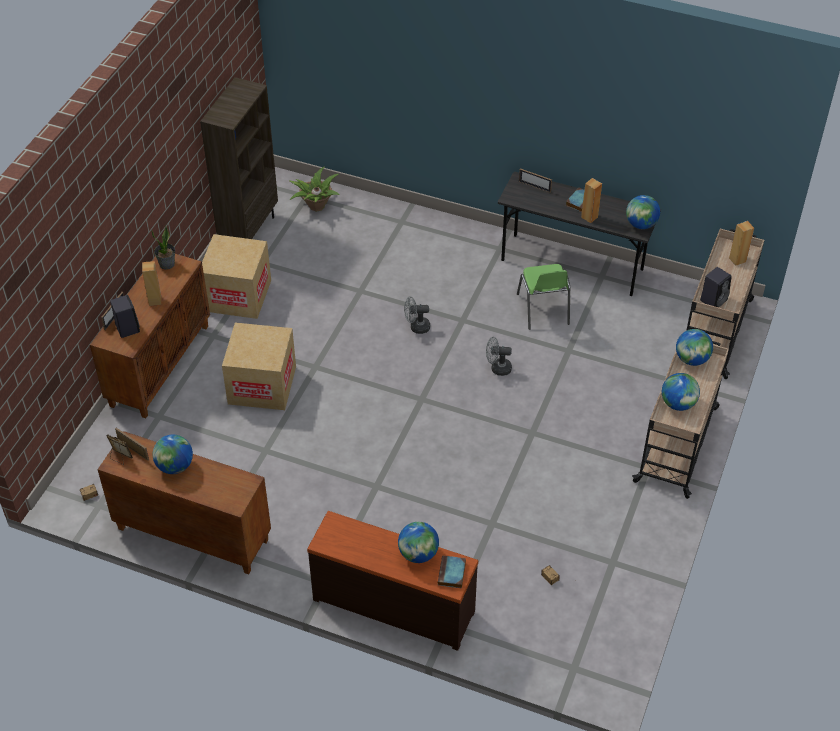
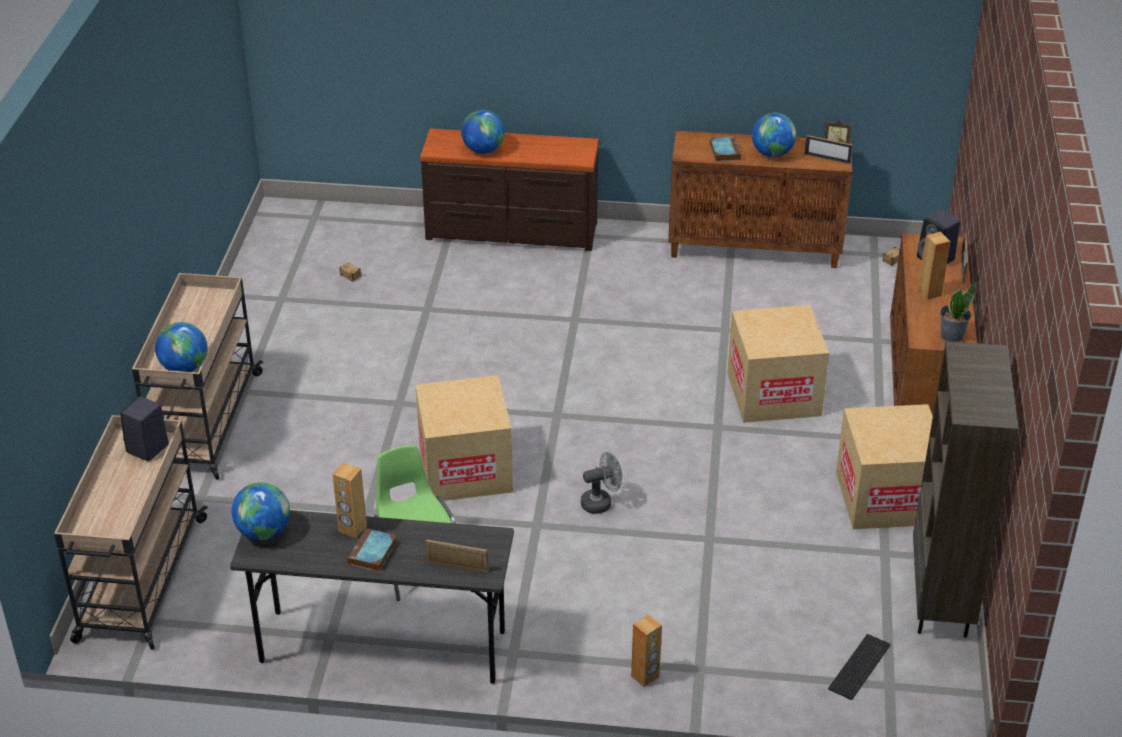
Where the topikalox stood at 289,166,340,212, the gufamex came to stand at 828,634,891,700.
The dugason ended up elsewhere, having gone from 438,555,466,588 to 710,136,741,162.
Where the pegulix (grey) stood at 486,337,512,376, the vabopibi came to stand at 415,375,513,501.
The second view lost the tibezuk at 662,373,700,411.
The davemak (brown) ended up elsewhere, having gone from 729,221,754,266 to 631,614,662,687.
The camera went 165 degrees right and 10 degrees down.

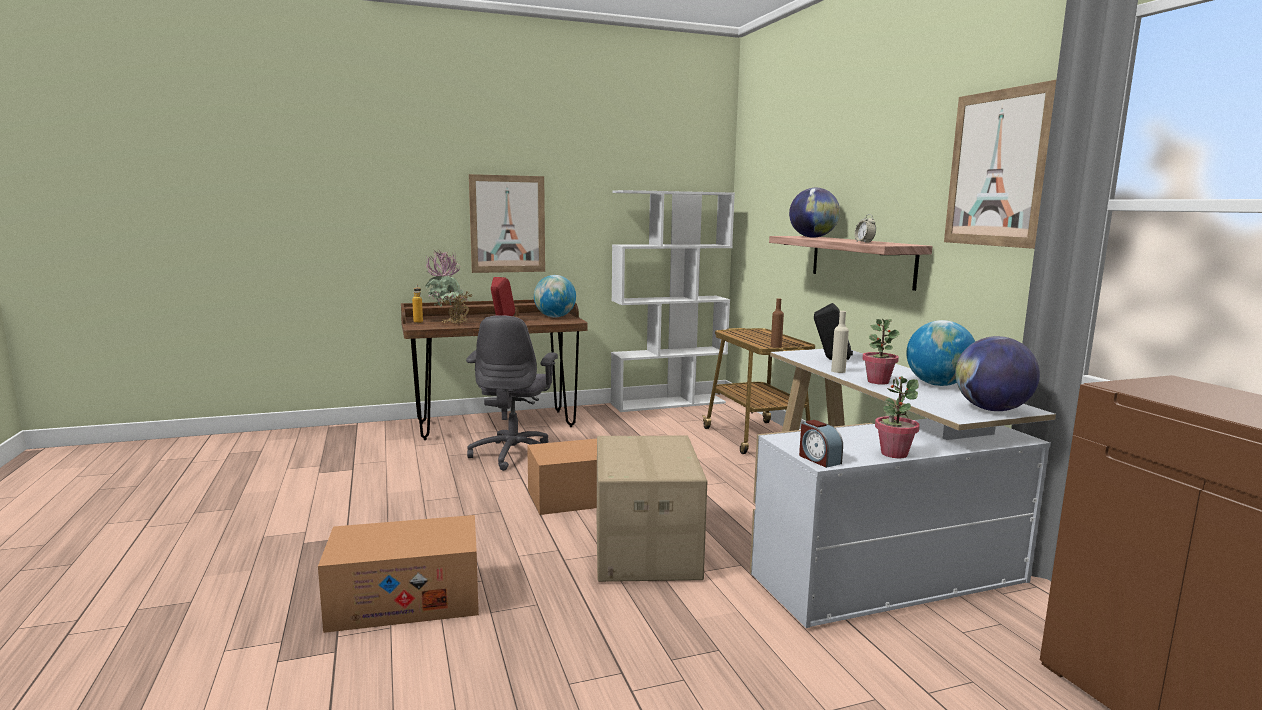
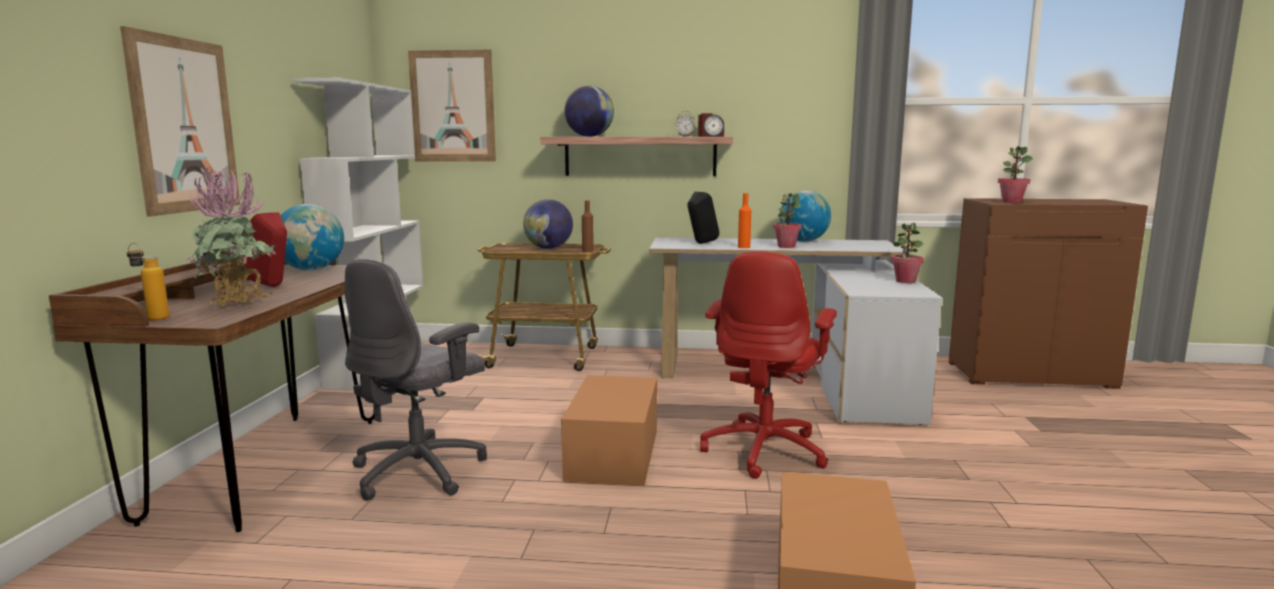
The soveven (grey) at 466,315,558,471 ended up facing another way, 90 degrees clockwise from before.
Where the vabopibi stood at 597,436,707,582, the soveven (red) came to stand at 700,252,837,479.
The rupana ended up elsewhere, having gone from 799,420,843,468 to 698,113,724,137.
What was the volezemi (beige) at 831,311,849,373 turned into the volezemi (orange) at 738,193,751,248.
The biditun ended up elsewhere, having gone from 944,80,1056,249 to 408,50,496,162.
The tibezuk ended up elsewhere, having gone from 955,336,1040,411 to 523,199,573,249.
The second view gained the topikalox at 998,146,1033,203.
The camera went 65 degrees left and 0 degrees up.

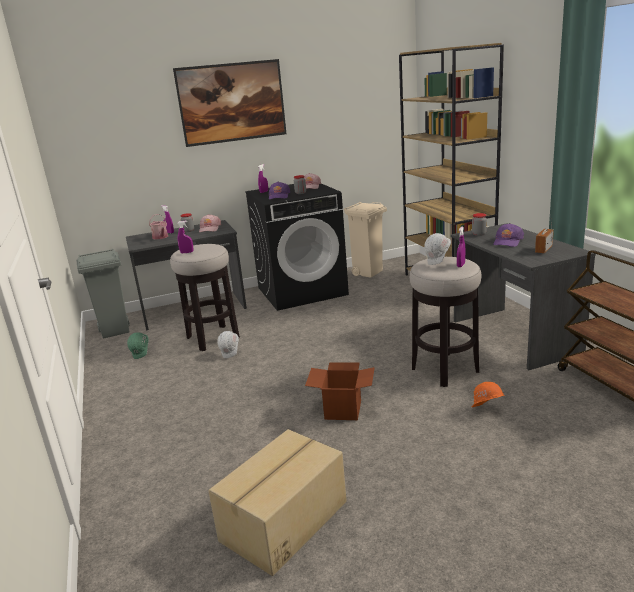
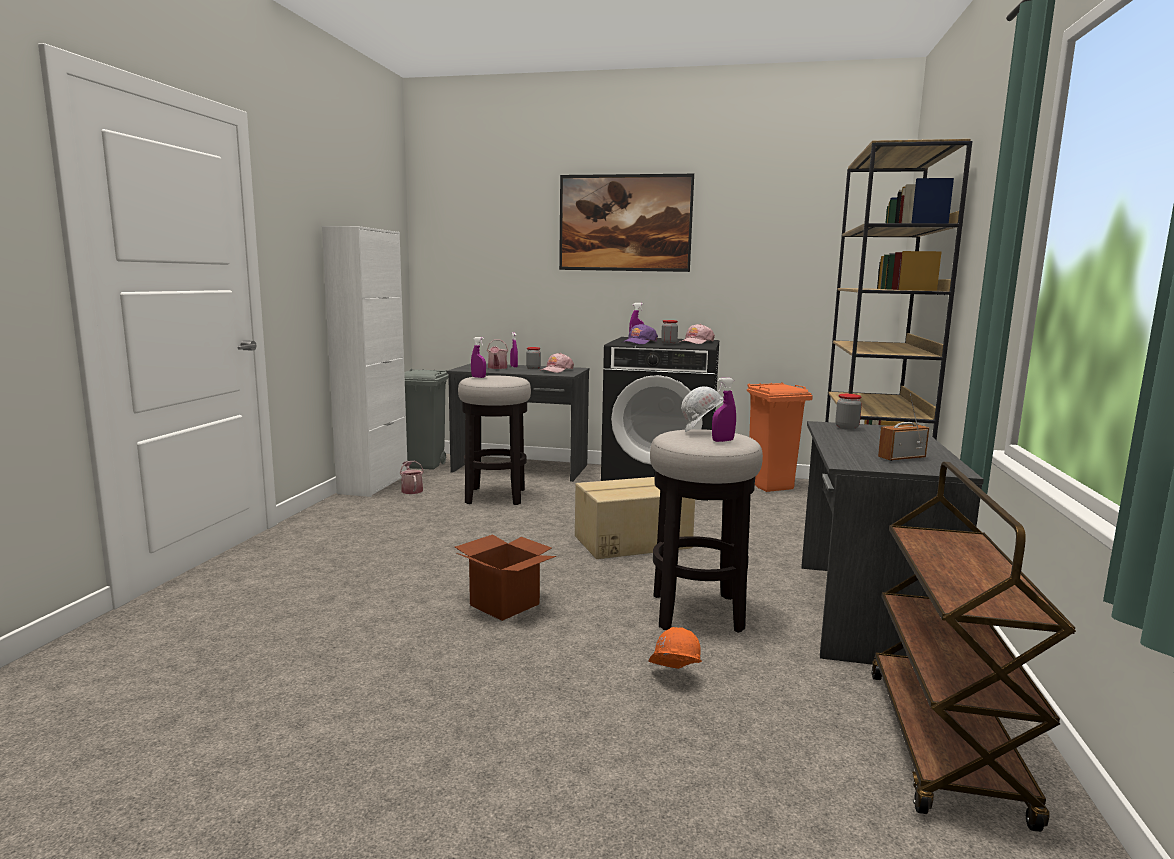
Where the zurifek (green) stood at 127,332,149,359, the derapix came to stand at 400,461,424,494.
The vabopibi ended up elsewhere, having gone from 208,429,347,576 to 575,477,695,559.
The second view lost the zurifek (white) at 217,331,239,358.
What was the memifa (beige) at 344,202,387,278 turned into the memifa (orange) at 747,382,813,492.
The second view lost the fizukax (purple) at 493,223,524,247.
The second view gained the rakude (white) at 322,226,407,497.
The camera went 30 degrees right and 10 degrees down.

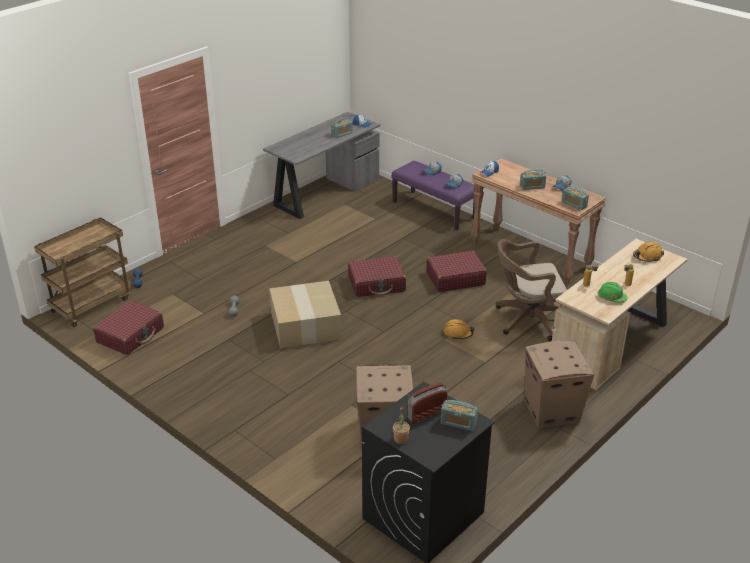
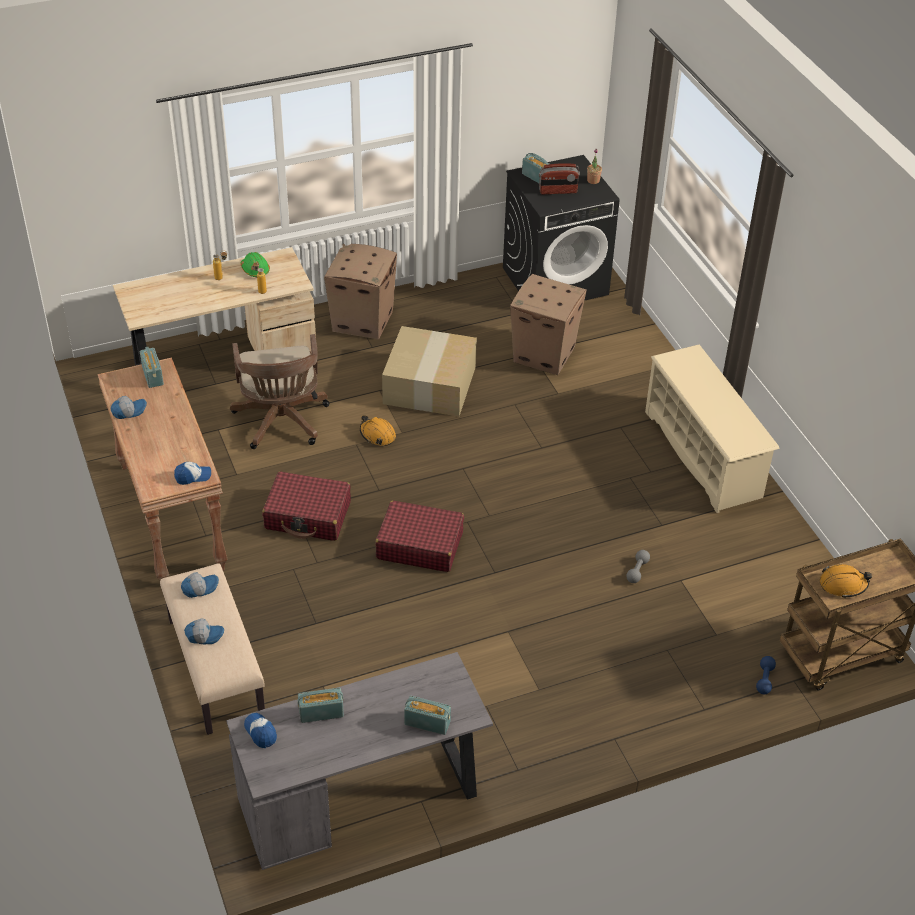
The second view lost the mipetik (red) at 93,301,164,355.
The vabopibi ended up elsewhere, having gone from 269,281,342,348 to 382,326,477,417.
What was the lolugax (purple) at 391,161,475,231 turned into the lolugax (beige) at 160,563,265,735.
The soveven (brown) at 496,239,567,341 ended up facing another way, 60 degrees clockwise from before.
The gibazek ended up elsewhere, having gone from 520,169,546,190 to 404,696,451,735.
The zurifek (orange) ended up elsewhere, having gone from 633,242,664,262 to 820,564,872,598.
The second view gained the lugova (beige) at 645,345,780,513.
The camera went 155 degrees left and 10 degrees up.

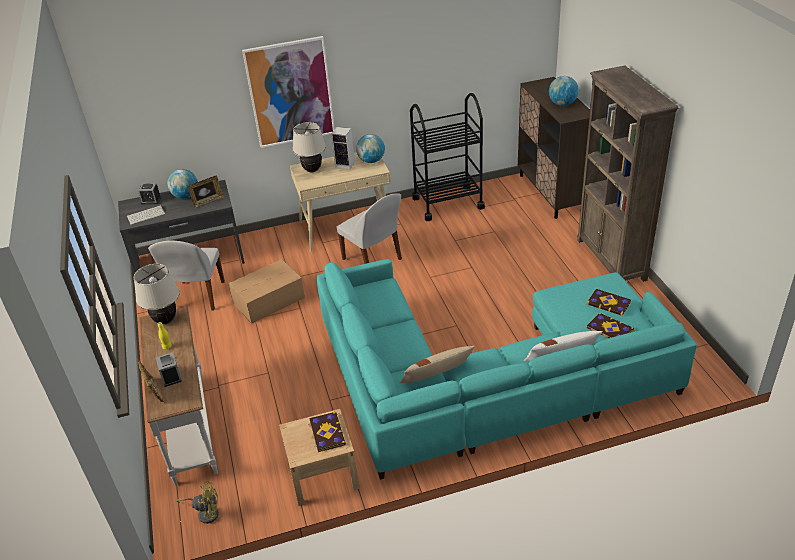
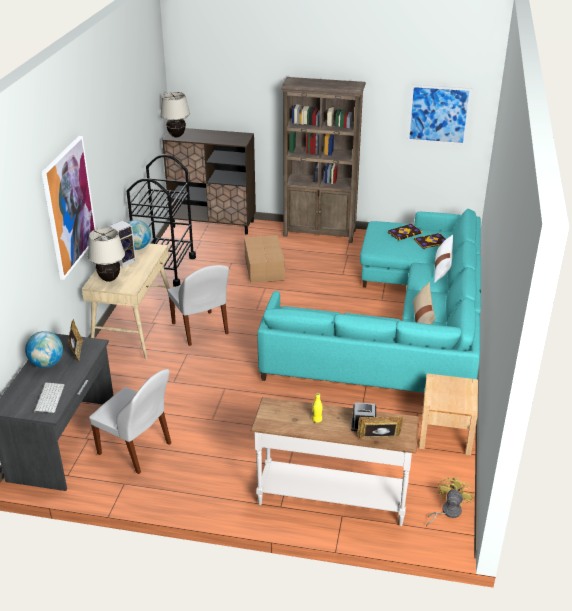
The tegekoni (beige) ended up elsewhere, having gone from 134,264,180,324 to 160,92,190,137.
The second view lost the rupana at 138,183,161,204.
The vabopibi ended up elsewhere, having gone from 228,259,305,324 to 244,235,285,283.
The second view lost the dugason at 308,412,346,452.
The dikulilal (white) at 337,193,402,264 ended up facing another way, 75 degrees clockwise from before.
The second view lost the tibezuk at 549,76,579,106.
The second view gained the biditun at 407,85,472,145.
The camera went 65 degrees left and 5 degrees down.

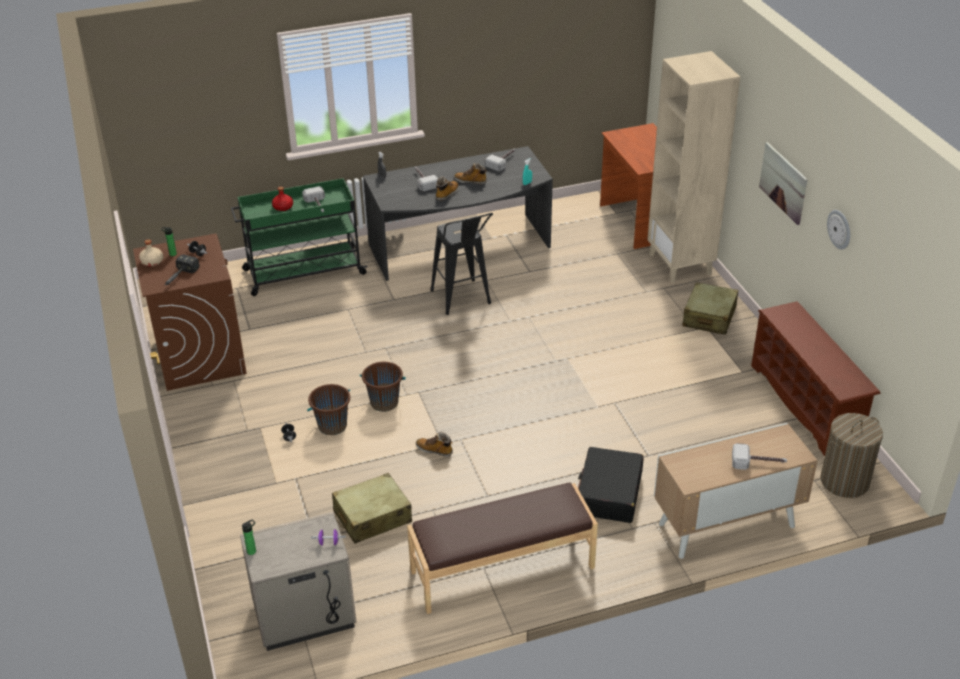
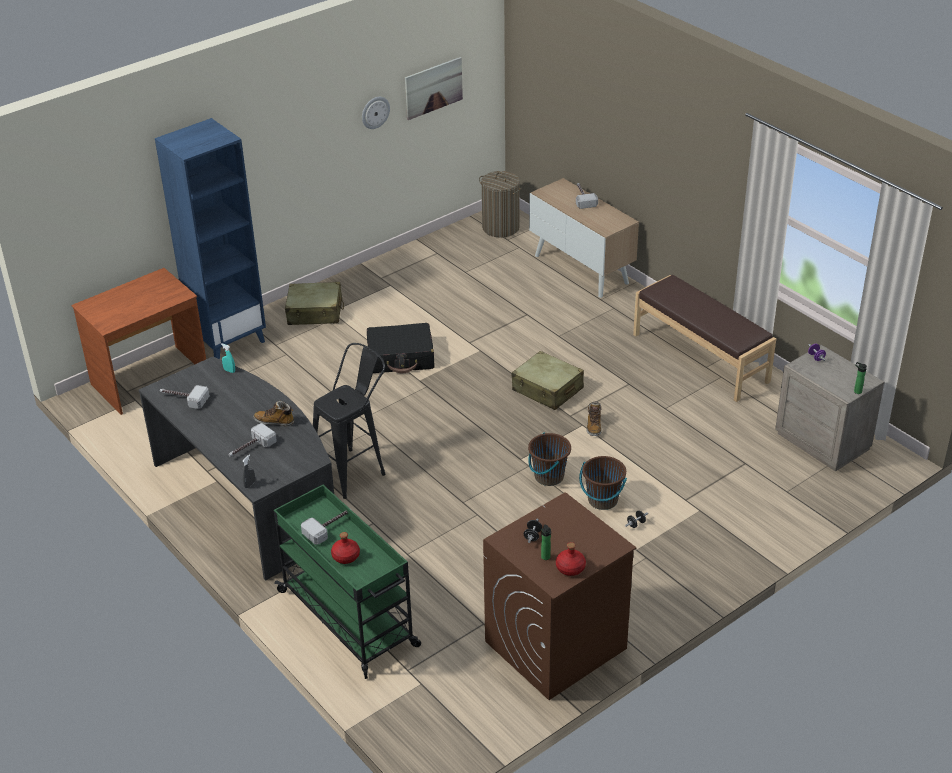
What was the volezemi (beige) at 139,239,163,266 turned into the volezemi (red) at 556,542,586,576.
The second view lost the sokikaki at 164,255,200,286.
The mipetik (beige) ended up elsewhere, having gone from 332,473,412,544 to 512,351,584,410.
The second view lost the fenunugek at 454,163,487,185.
The mipetik (black) ended up elsewhere, having gone from 578,447,644,523 to 367,323,435,373.
What was the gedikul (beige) at 647,51,740,283 turned into the gedikul (blue) at 155,118,266,359.
The second view lost the lugova (brown) at 751,301,880,456.
The biditun ended up elsewhere, having gone from 759,142,808,225 to 405,57,463,120.
The camera went 110 degrees left and 0 degrees up.

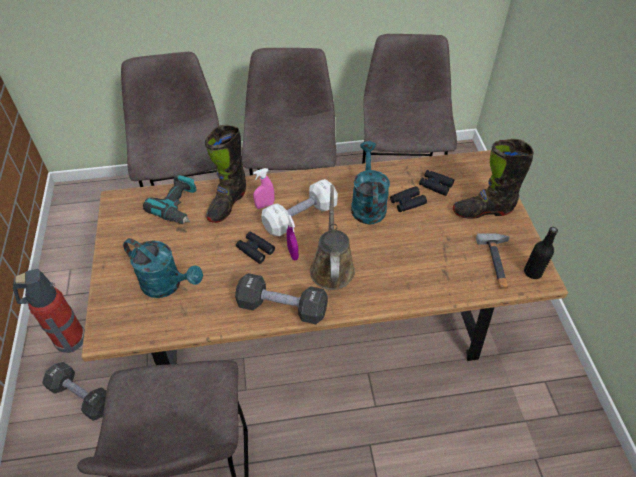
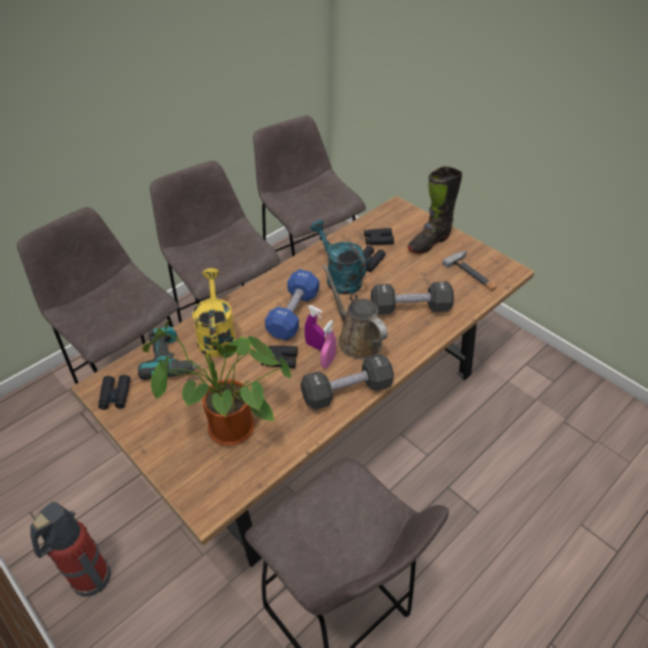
The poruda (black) ended up elsewhere, having gone from 42,362,106,421 to 371,281,454,315.
Where the derapix (turquoise) stood at 123,238,203,298, the topikalox came to stand at 143,319,292,446.
Where the fenunugek (black) stood at 205,125,246,223, the derapix (yellow) came to stand at 193,268,236,357.
The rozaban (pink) ended up elsewhere, having gone from 253,168,274,209 to 320,320,336,368.
What was the poruda (white) at 261,179,338,236 turned into the poruda (blue) at 265,269,319,340.
The second view lost the volezemi (black) at 524,227,558,279.
The second view gained the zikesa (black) at 98,375,130,410.
The camera went 35 degrees left and 5 degrees down.

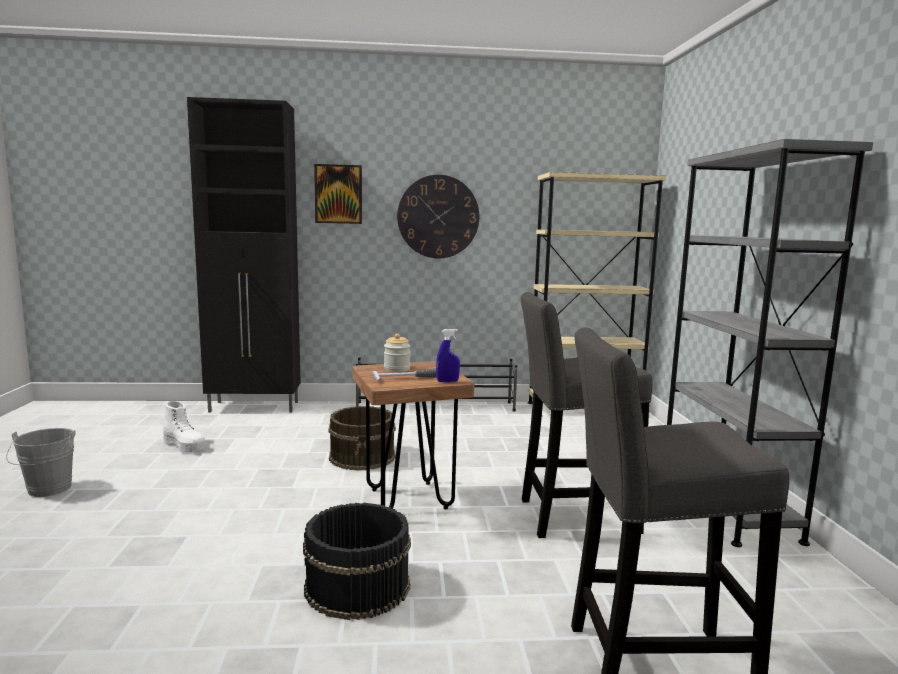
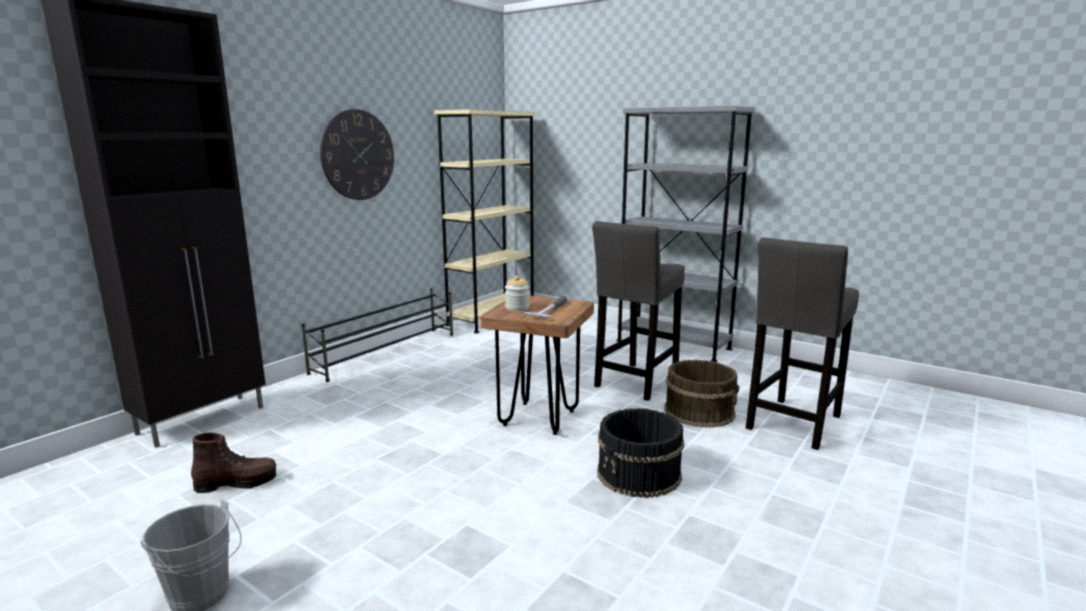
What was the fenunugek (white) at 163,401,205,452 turned into the fenunugek (brown) at 191,432,276,493.
The second view lost the biditun at 314,164,362,224.
The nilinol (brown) ended up elsewhere, having gone from 328,406,396,471 to 664,360,739,428.
The second view lost the rozaban (blue) at 436,329,460,382.
The camera went 50 degrees left and 5 degrees up.

